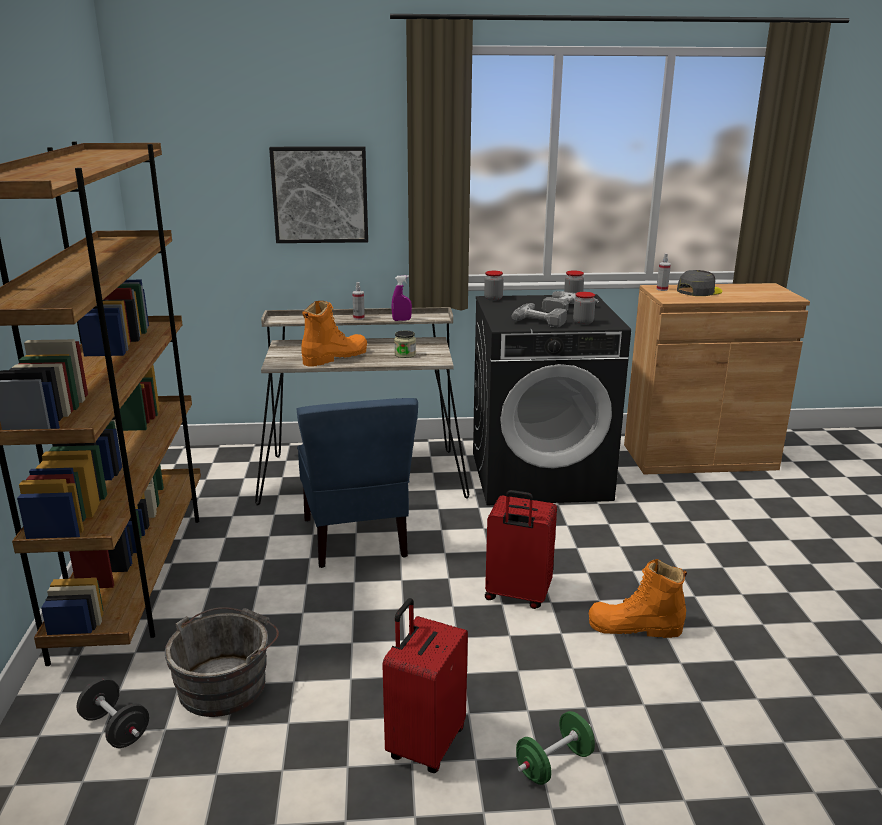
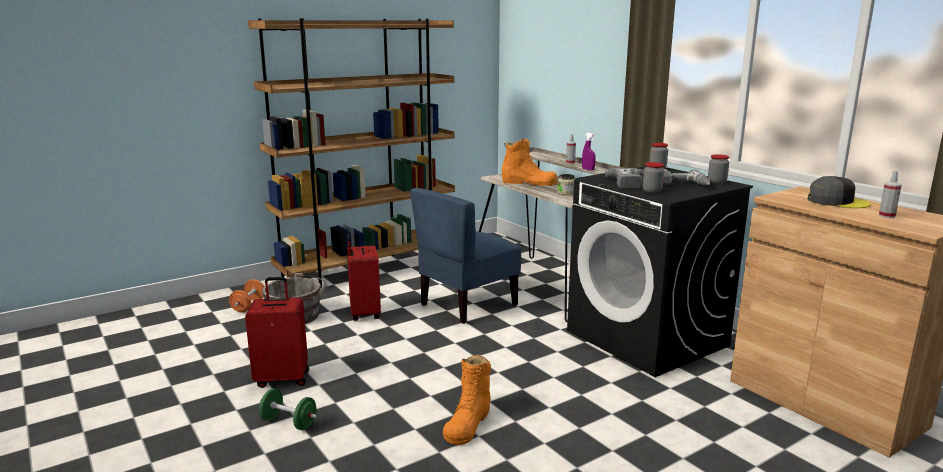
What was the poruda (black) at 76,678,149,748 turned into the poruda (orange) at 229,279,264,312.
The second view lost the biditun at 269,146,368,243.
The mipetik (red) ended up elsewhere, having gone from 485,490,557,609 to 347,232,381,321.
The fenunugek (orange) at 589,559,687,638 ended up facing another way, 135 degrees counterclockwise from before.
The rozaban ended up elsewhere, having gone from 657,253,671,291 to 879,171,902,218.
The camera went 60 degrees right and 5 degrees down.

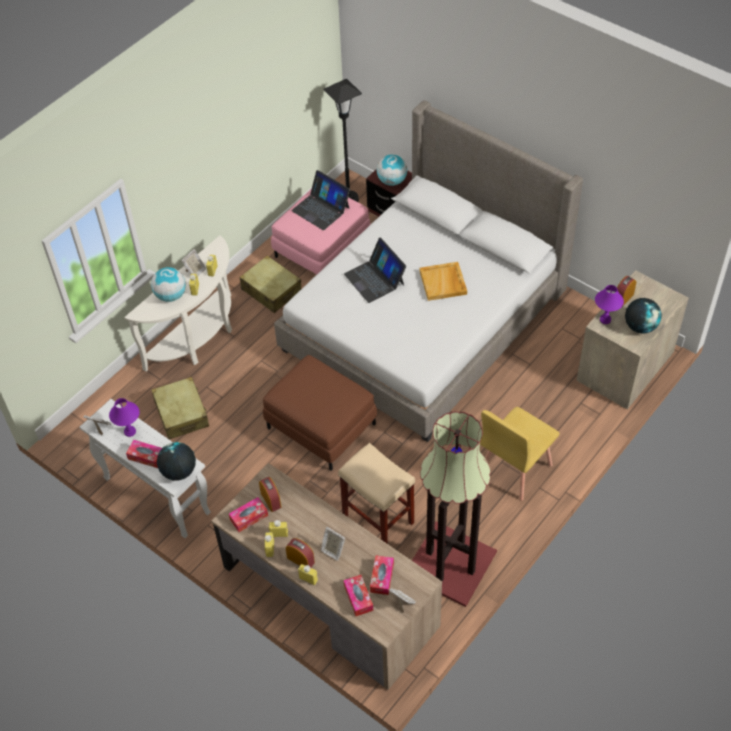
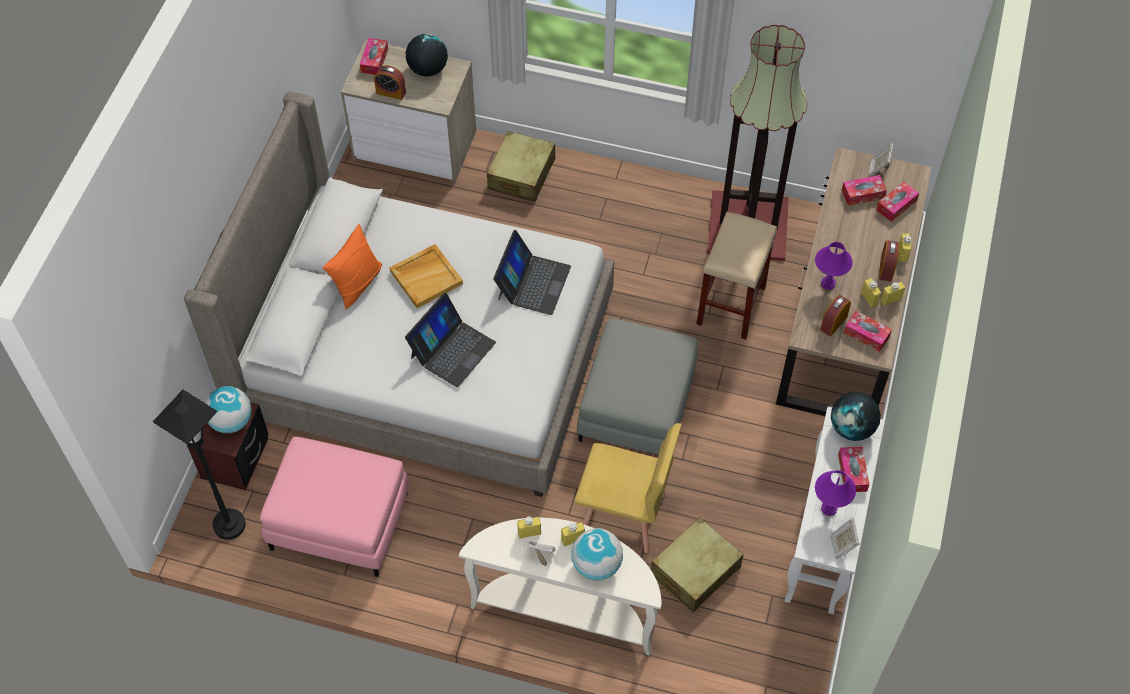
The mipetik (beige) ended up elsewhere, having gone from 240,255,302,313 to 487,131,555,202.
What was the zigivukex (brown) at 263,355,377,471 turned into the zigivukex (grey) at 577,319,698,455.
The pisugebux ended up elsewhere, having gone from 291,170,350,230 to 493,230,571,315.
The second view lost the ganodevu at 321,527,345,561.
The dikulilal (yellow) ended up elsewhere, having gone from 480,407,560,501 to 574,423,682,553.
The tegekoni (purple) ended up elsewhere, having gone from 595,285,624,324 to 815,242,853,290.
The second view gained the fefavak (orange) at 323,224,382,309.
The second view gained the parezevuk at 360,38,388,75.
The camera went 115 degrees left and 5 degrees up.

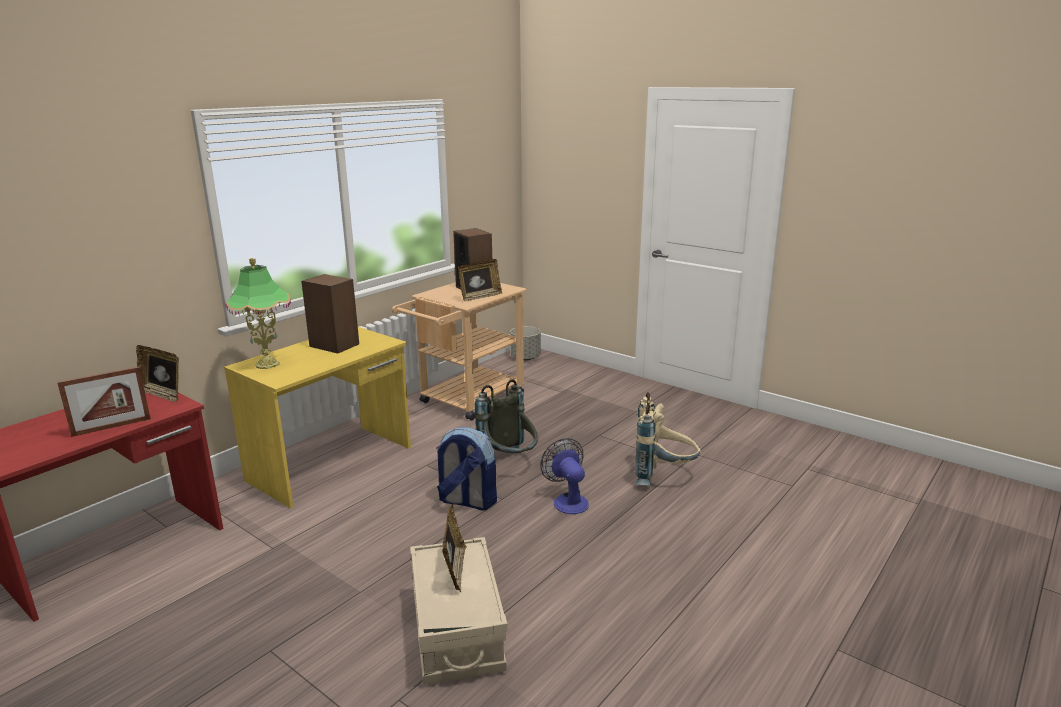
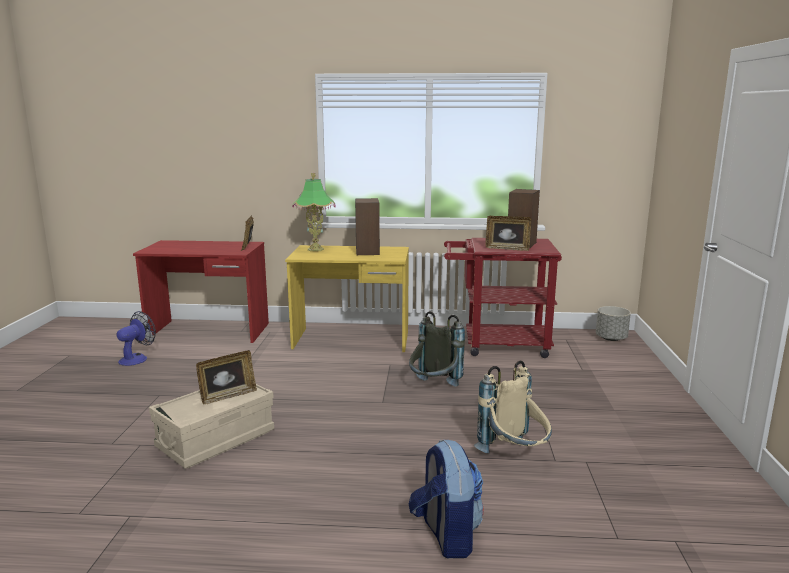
The second view lost the ganodevu at 57,366,151,437.
What was the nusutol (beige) at 392,282,527,421 turned into the nusutol (red) at 444,238,562,358.
The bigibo ended up elsewhere, having gone from 436,427,497,510 to 409,440,484,558.
The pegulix ended up elsewhere, having gone from 540,438,589,514 to 116,311,156,366.
The camera went 55 degrees right and 5 degrees down.

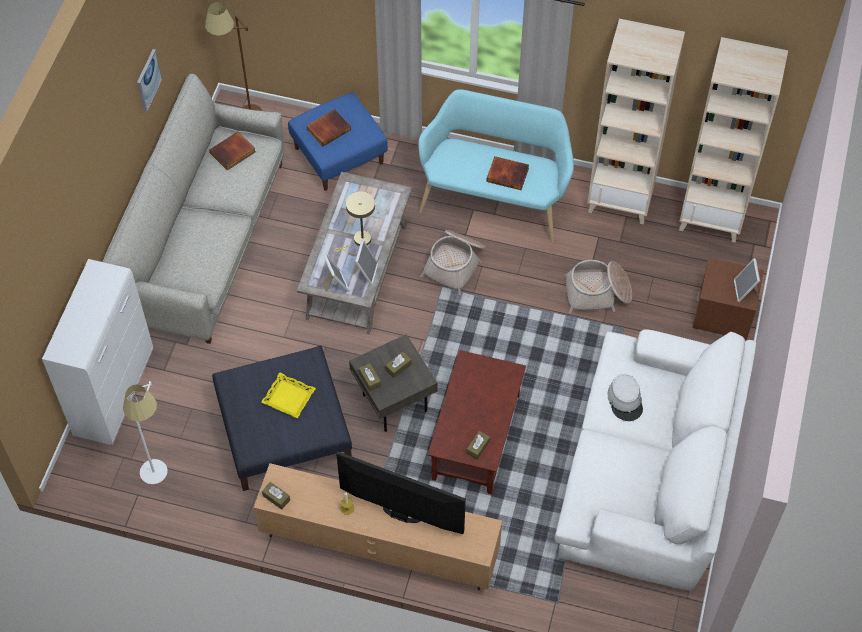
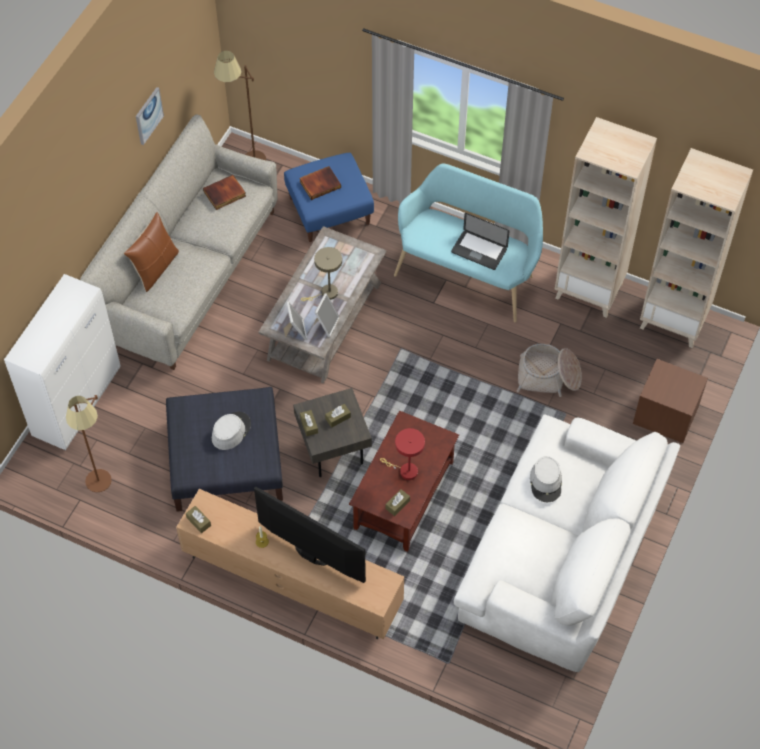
What was the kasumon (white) at 123,381,168,484 turned into the kasumon (brown) at 66,395,112,492.
Where the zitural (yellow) stood at 261,372,316,419, the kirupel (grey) came to stand at 212,412,251,450.
The second view lost the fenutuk at 420,230,485,295.
Where the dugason stood at 486,156,529,190, the pisugebux came to stand at 451,213,510,270.
The second view lost the ganodevu at 734,258,760,302.
The second view gained the fefavak (brown) at 124,212,179,292.
The second view gained the tegekoni (red) at 380,428,425,480.
The camera went 10 degrees right and 0 degrees up.

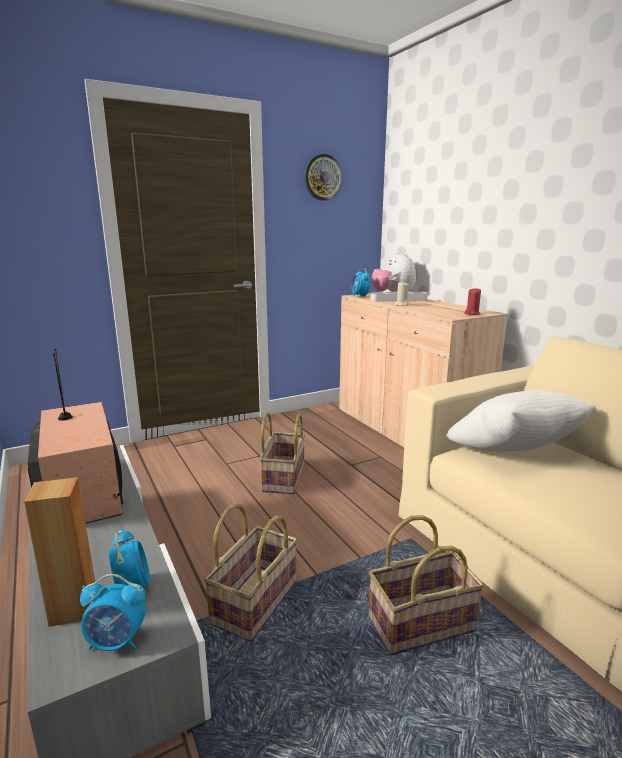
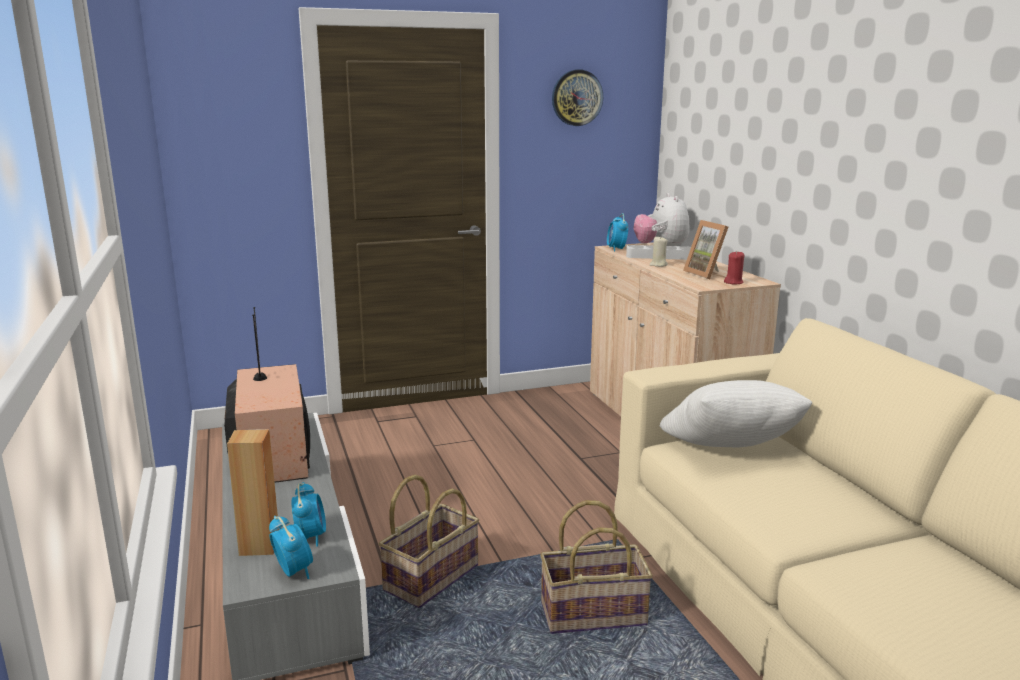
The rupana at 80,574,146,651 ended up facing another way, 135 degrees counterclockwise from before.
The second view lost the fenutuk at 259,412,305,494.
The second view gained the ganodevu at 683,220,728,279.
The camera went 10 degrees right and 0 degrees up.

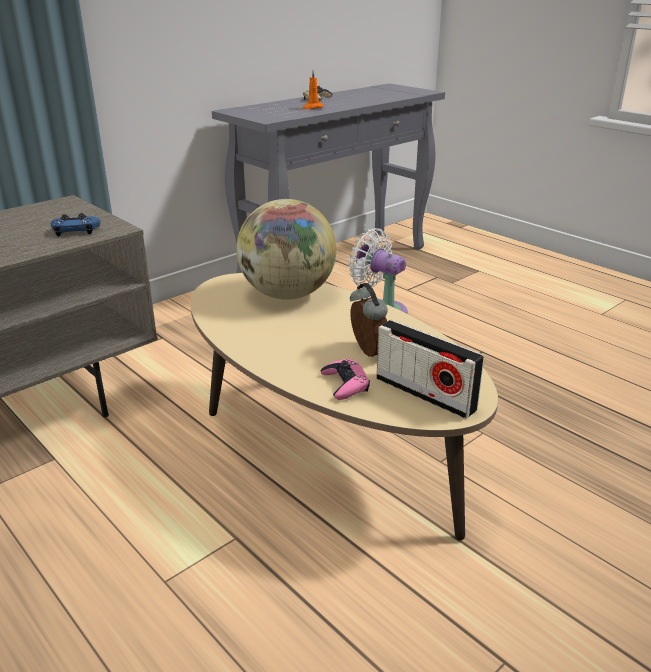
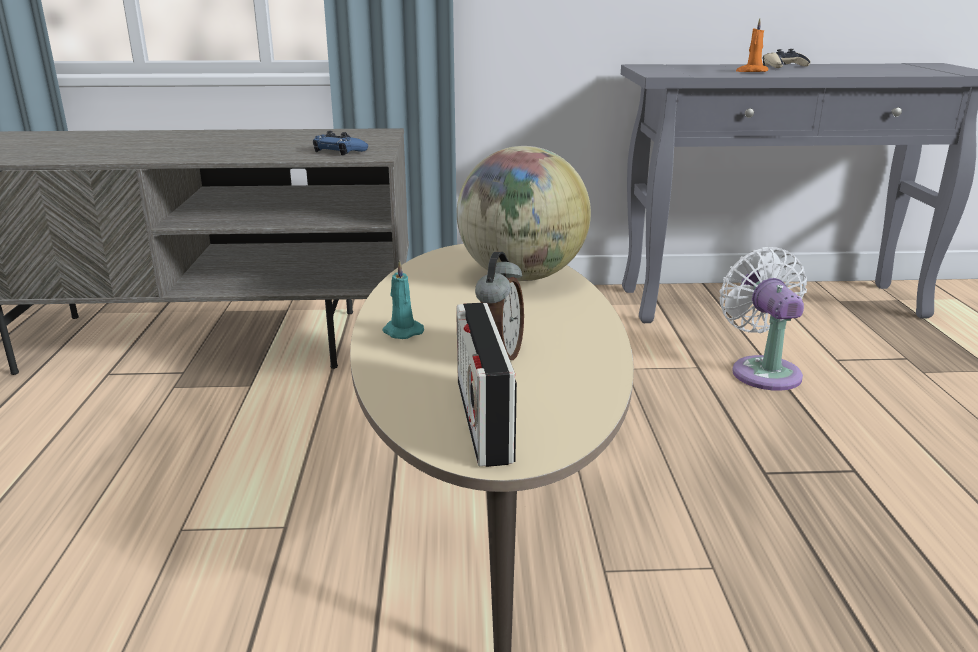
The second view lost the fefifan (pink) at 321,359,370,400.
The second view gained the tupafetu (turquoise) at 382,260,424,339.
The camera went 40 degrees right and 5 degrees down.

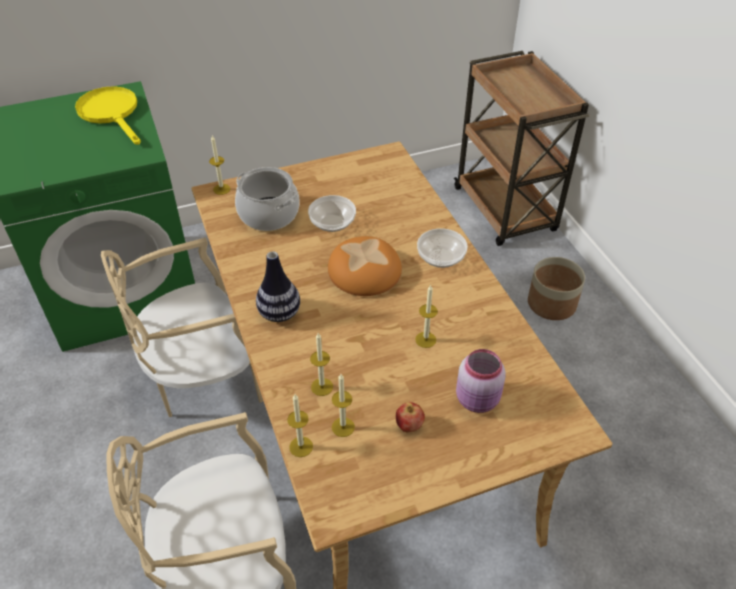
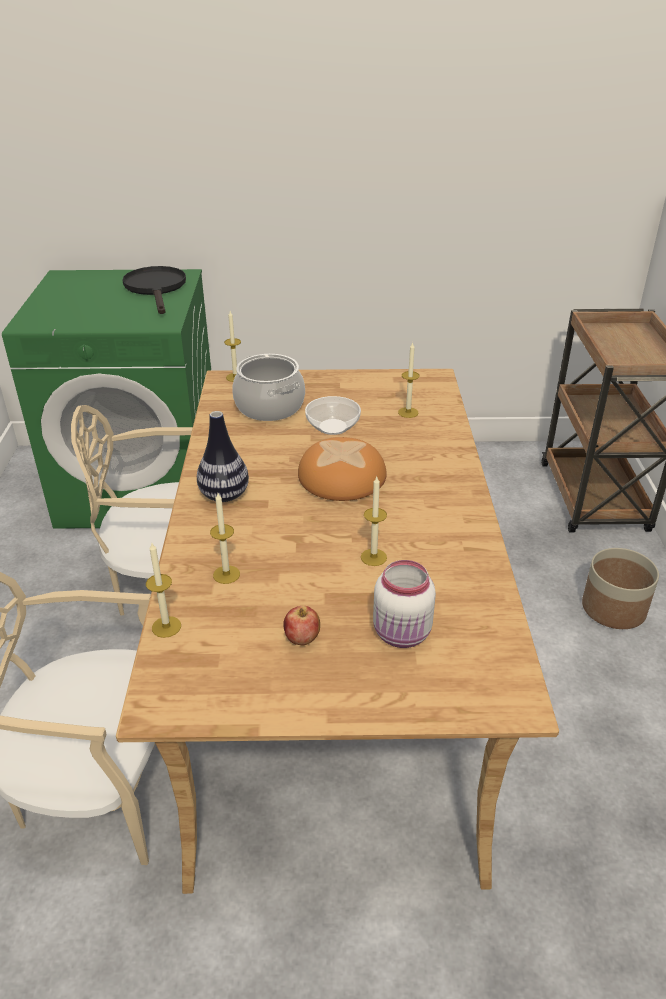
What was the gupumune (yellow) at 75,86,141,145 turned into the gupumune (black) at 123,266,186,314.
The tupafetu ended up elsewhere, having gone from 332,374,355,437 to 398,342,419,418.
The second view lost the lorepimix at 417,228,468,268.
What was the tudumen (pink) at 456,349,506,413 turned into the tudumen (white) at 373,560,436,648.
The camera went 20 degrees right and 10 degrees down.

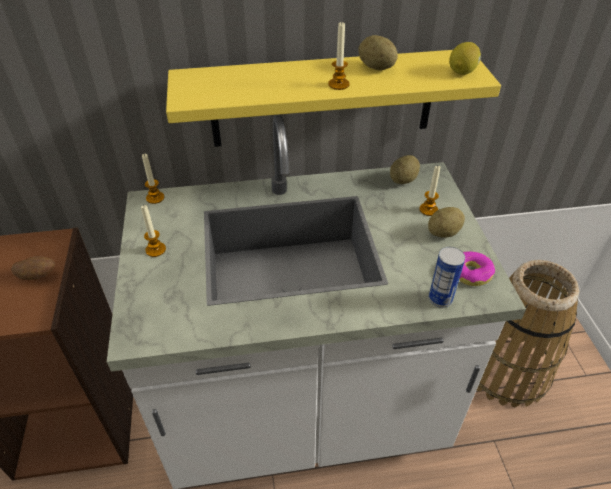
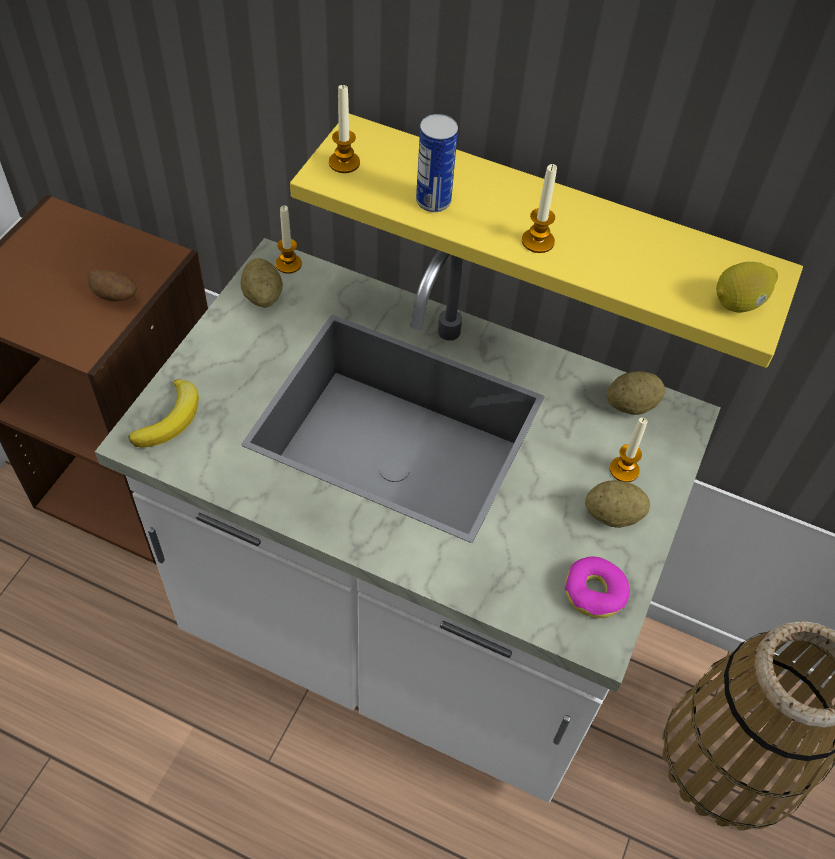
The tupafetu ended up elsewhere, having gone from 141,205,166,257 to 329,85,360,173.
The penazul ended up elsewhere, having gone from 358,35,398,70 to 240,258,283,308.
The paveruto ended up elsewhere, having gone from 429,247,465,308 to 416,114,458,212.
The second view gained the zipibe at 128,379,199,448.
The camera went 30 degrees right and 10 degrees up.

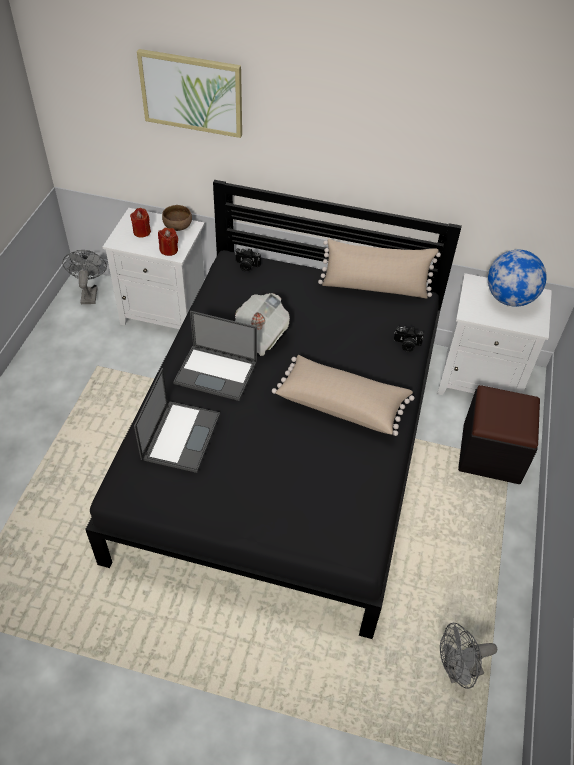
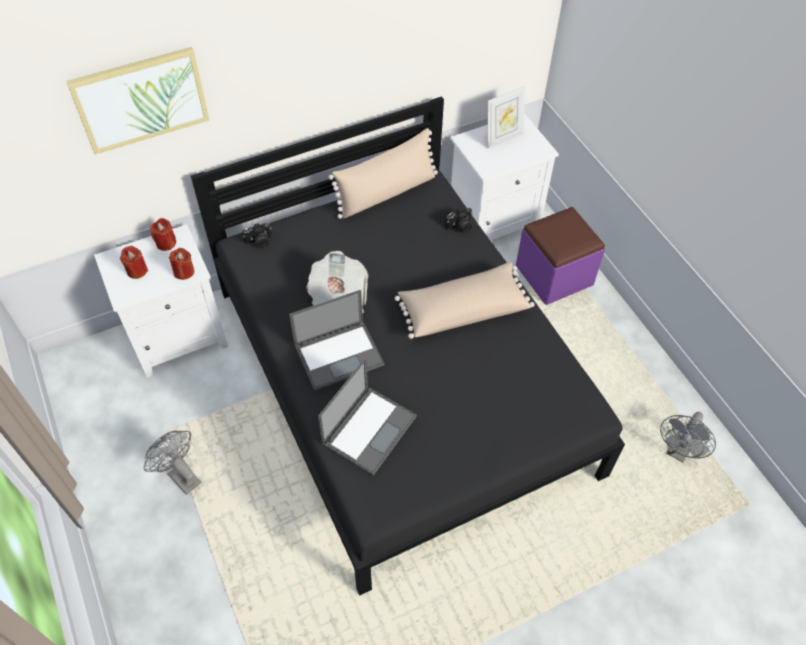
The pegulix (grey) ended up elsewhere, having gone from 62,250,107,304 to 144,431,201,495.
The pisugebux at 134,368,220,473 ended up facing another way, 60 degrees clockwise from before.
Where the lorepimix (brown) stood at 162,205,192,231, the tupafetu (red) came to stand at 150,218,176,251.
What was the zigivukex (black) at 458,385,540,484 turned into the zigivukex (purple) at 516,207,605,305.
Where the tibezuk stood at 488,250,547,307, the ganodevu came to stand at 488,86,525,149.
The camera went 40 degrees left and 5 degrees up.

